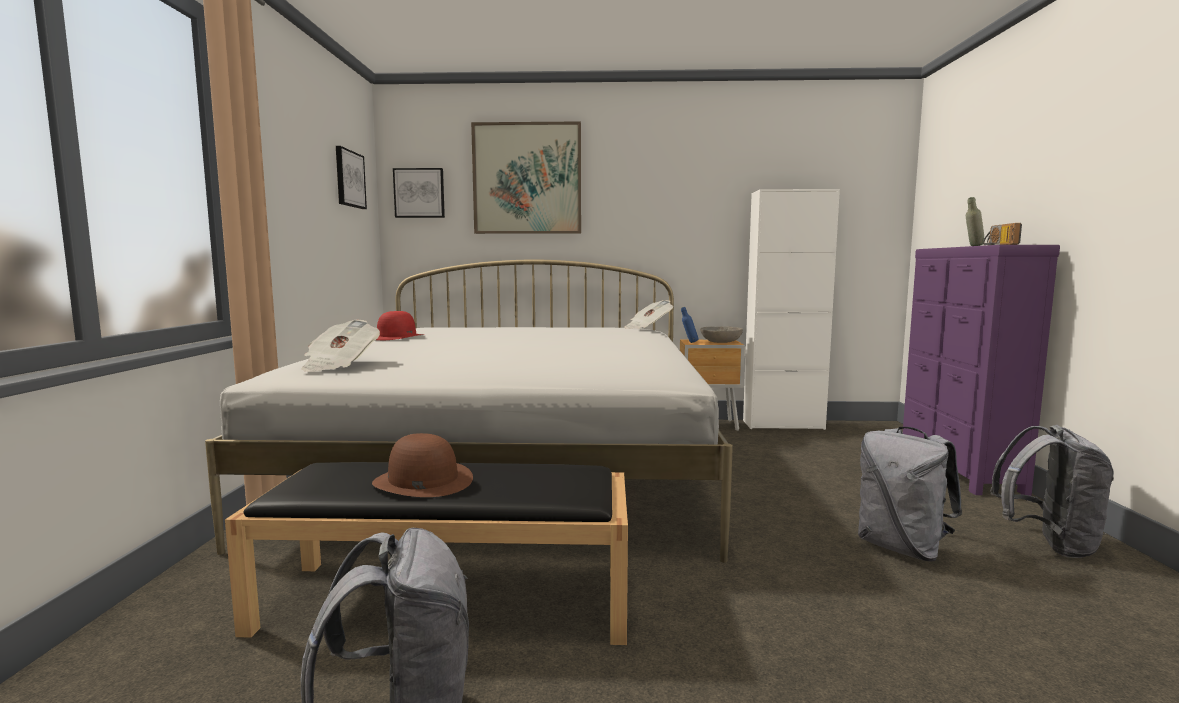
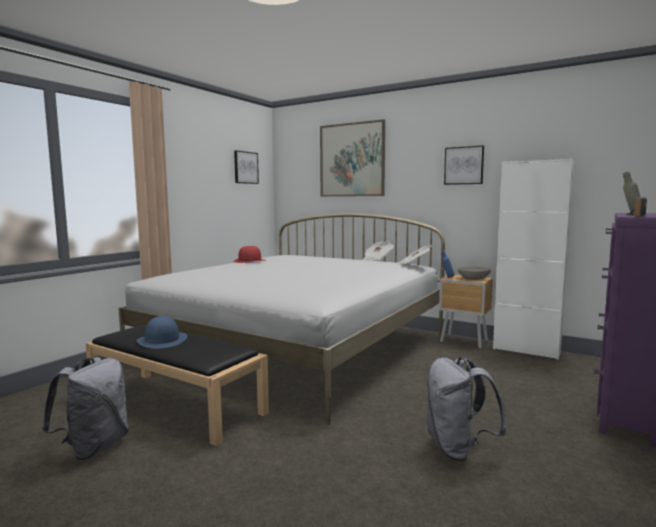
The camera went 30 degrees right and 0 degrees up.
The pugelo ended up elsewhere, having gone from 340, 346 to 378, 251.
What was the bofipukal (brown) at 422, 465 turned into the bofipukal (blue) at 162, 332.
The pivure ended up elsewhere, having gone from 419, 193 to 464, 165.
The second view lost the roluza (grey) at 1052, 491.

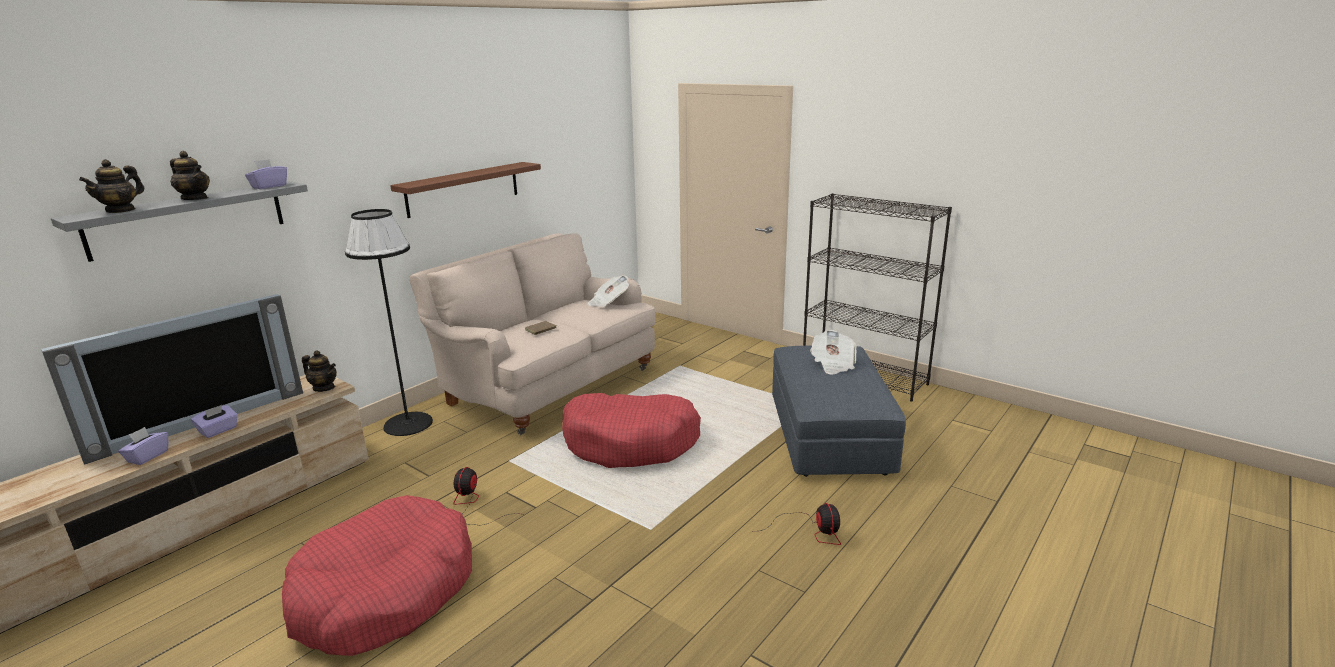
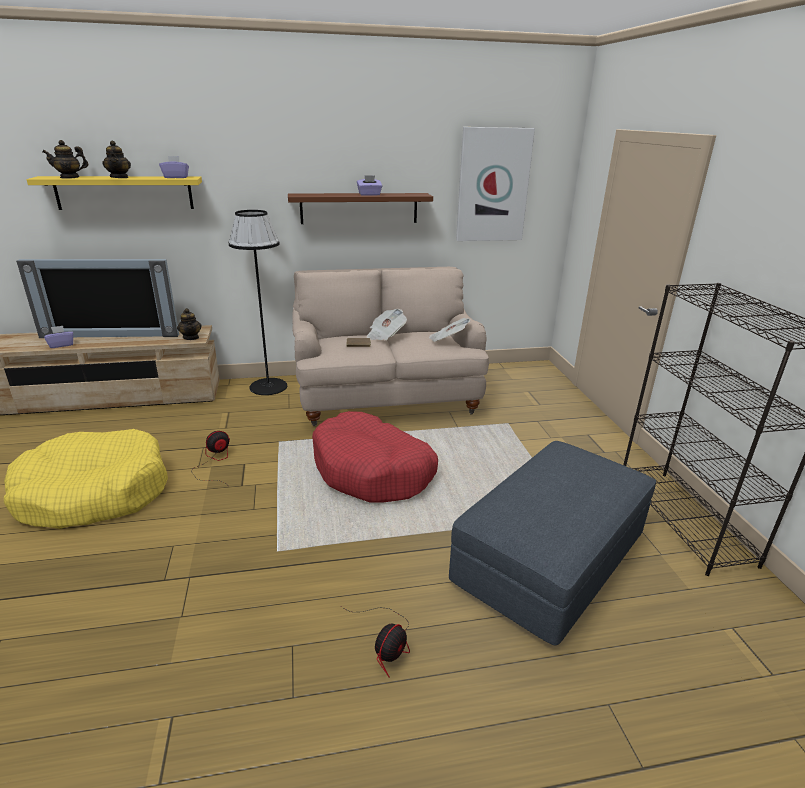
The camera went 40 degrees right and 5 degrees up.
What was the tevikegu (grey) at 179, 221 turned into the tevikegu (yellow) at 114, 193.
The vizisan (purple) ended up elsewhere, having gone from 214, 421 to 369, 185.
What was the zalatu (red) at 377, 575 turned into the zalatu (yellow) at 86, 479.
The pugelo ended up elsewhere, having gone from 833, 352 to 386, 324.
The second view gained the pivure at 495, 184.

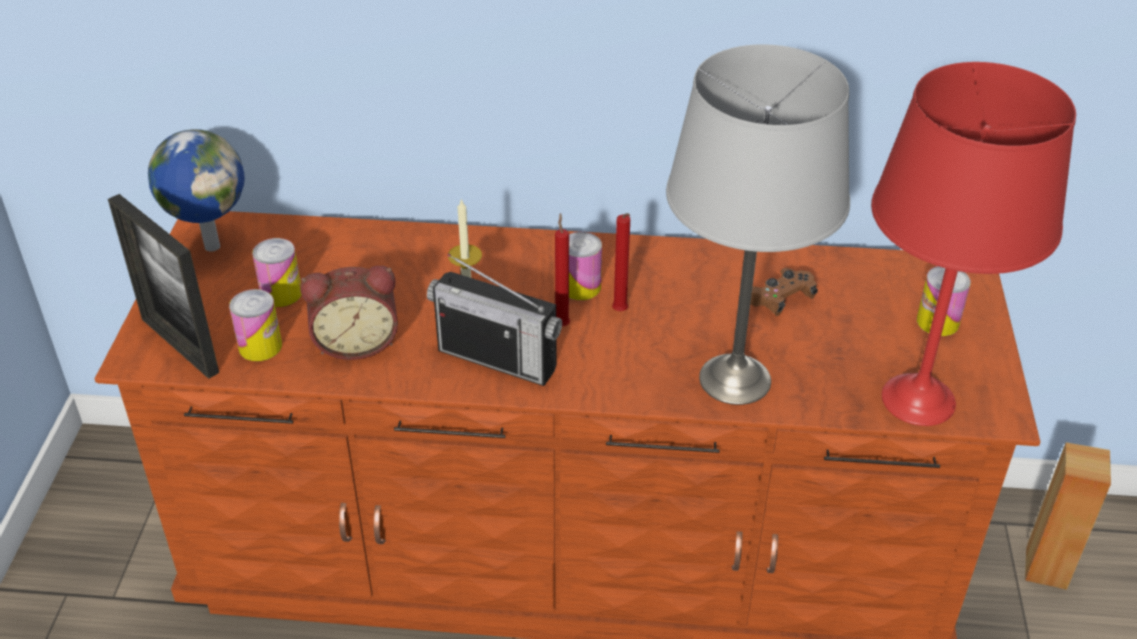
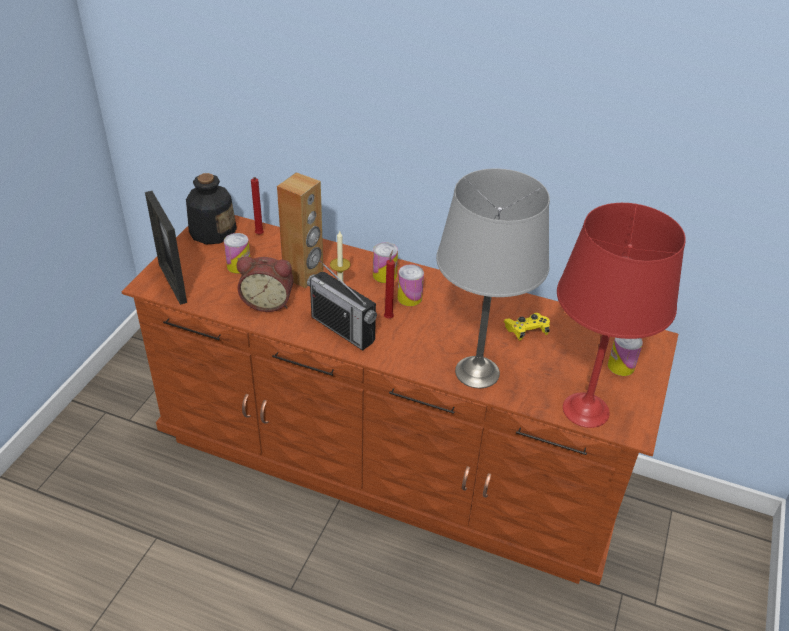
The camera went 15 degrees right and 0 degrees up.
Where the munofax stood at 196, 190, the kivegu came to stand at 211, 209.
The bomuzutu ended up elsewhere, having gone from 255, 325 to 385, 262.
The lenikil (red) ended up elsewhere, having gone from 621, 262 to 257, 206.
What was the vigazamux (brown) at 784, 292 turned into the vigazamux (yellow) at 527, 326.
The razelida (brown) ended up elsewhere, having gone from 1068, 516 to 300, 230.

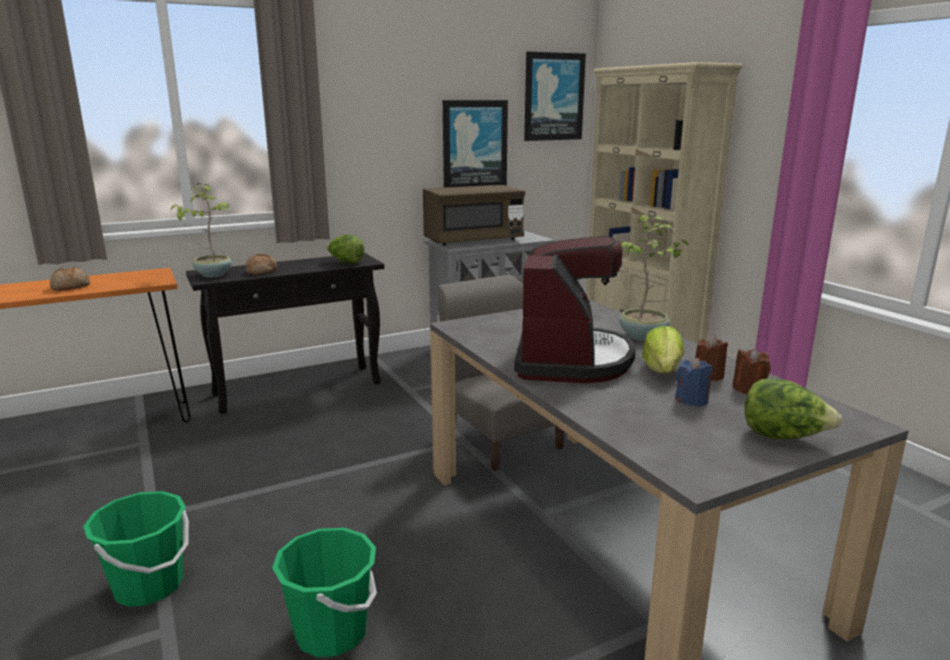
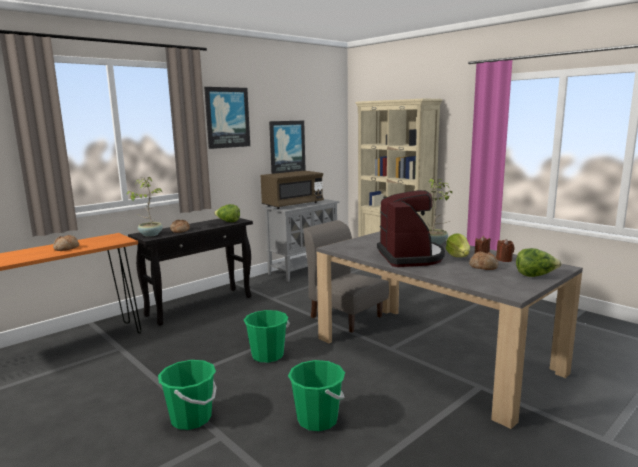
The camera went 15 degrees left and 5 degrees down.
The pivure ended up elsewhere, having gone from 555, 96 to 227, 118.
Where the lenikil (blue) stood at 693, 382, the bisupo came to stand at 484, 260.
The second view gained the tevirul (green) at 267, 336.

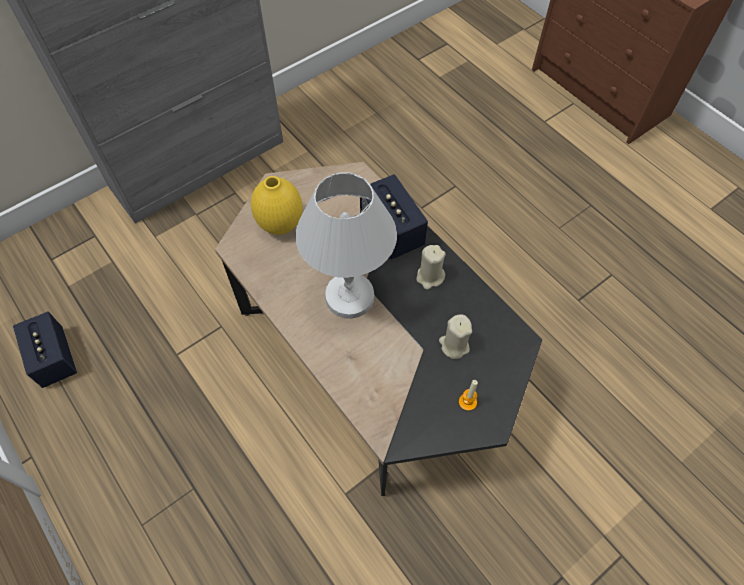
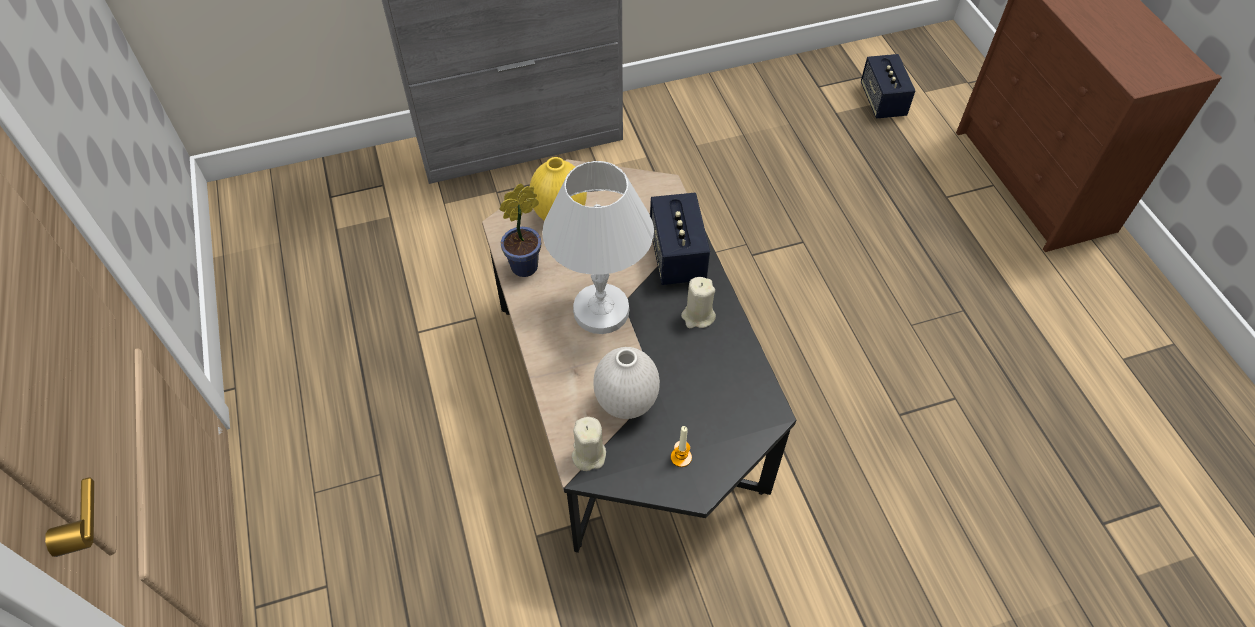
The camera went 20 degrees right and 5 degrees down.
The razelida ended up elsewhere, having gone from 45, 349 to 888, 86.
The lenikil (beige) ended up elsewhere, having gone from 455, 336 to 589, 444.
The second view gained the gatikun at 520, 230.
The second view gained the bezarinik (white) at 626, 383.

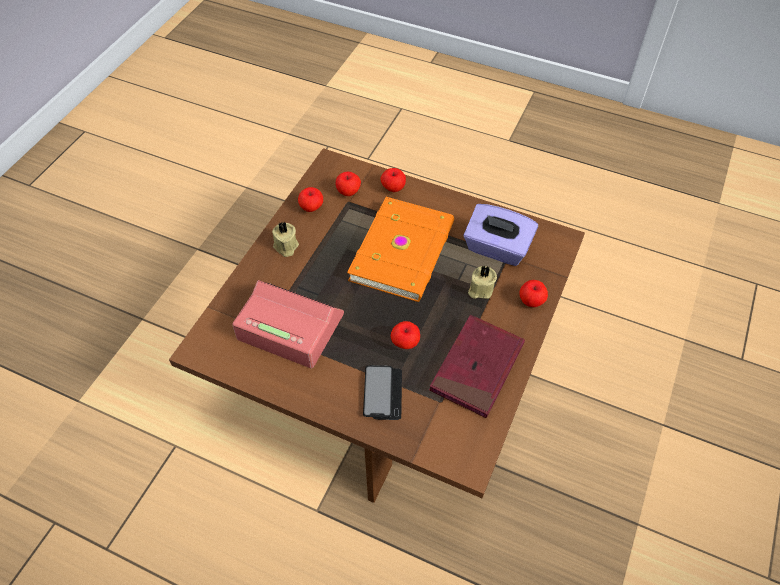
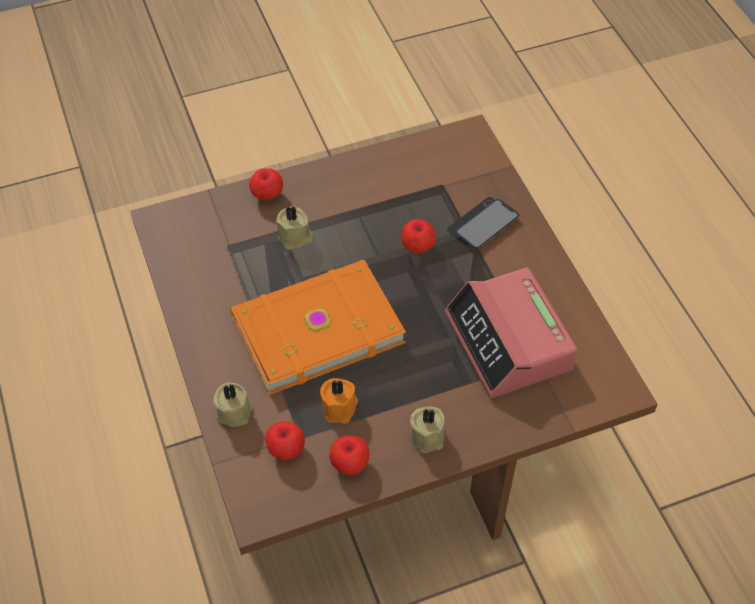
The camera went 135 degrees left and 0 degrees up.
Where the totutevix stood at 393, 180, the lenikil (beige) came to stand at 232, 404.
The second view lost the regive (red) at 477, 366.
The second view lost the vizisan (purple) at 501, 235.
The second view gained the lenikil (orange) at 339, 401.

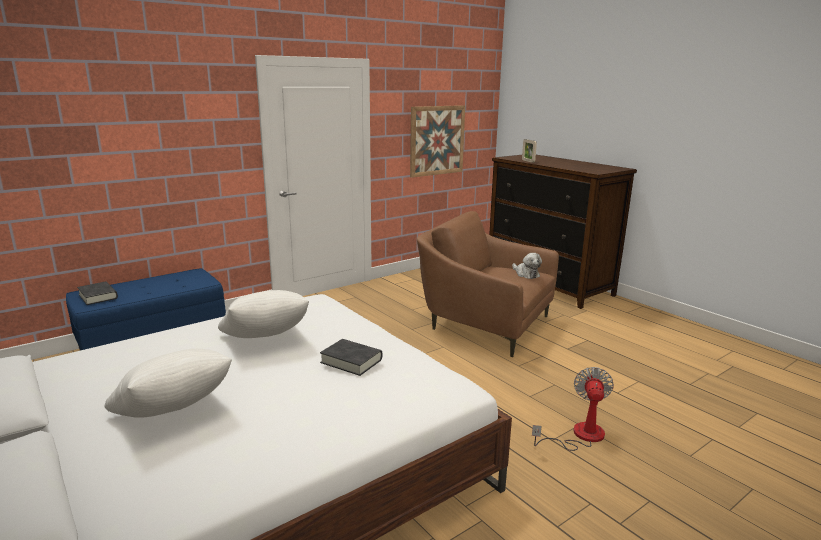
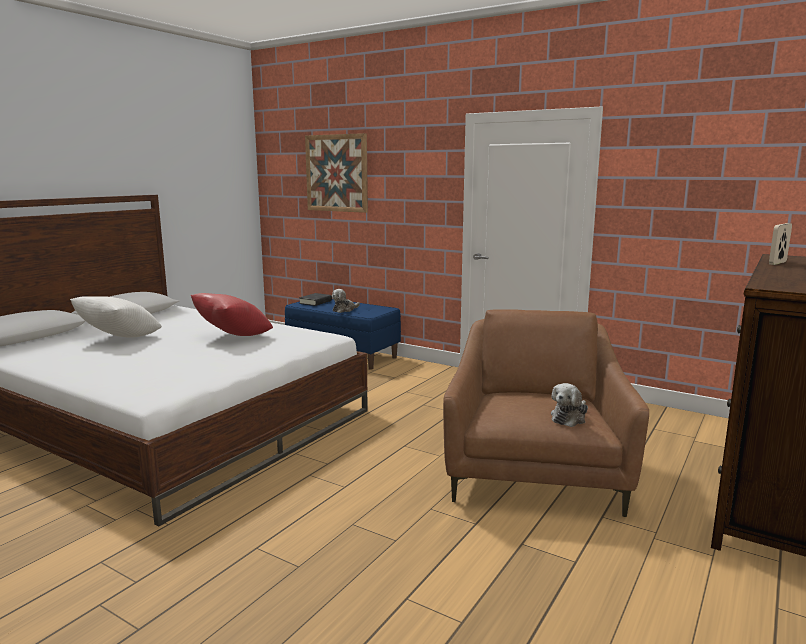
The camera went 70 degrees right and 5 degrees down.
What was the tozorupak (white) at 263, 314 turned into the tozorupak (red) at 232, 314.
The second view lost the regive (black) at 351, 357.
The pivure ended up elsewhere, having gone from 437, 141 to 336, 173.
The second view lost the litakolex at 573, 409.
The second view gained the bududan at 346, 301.

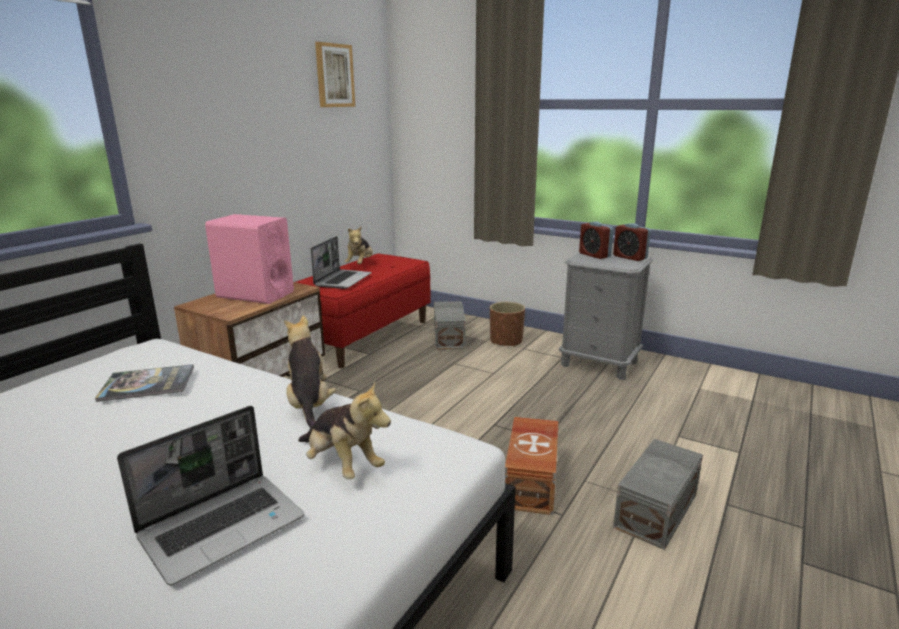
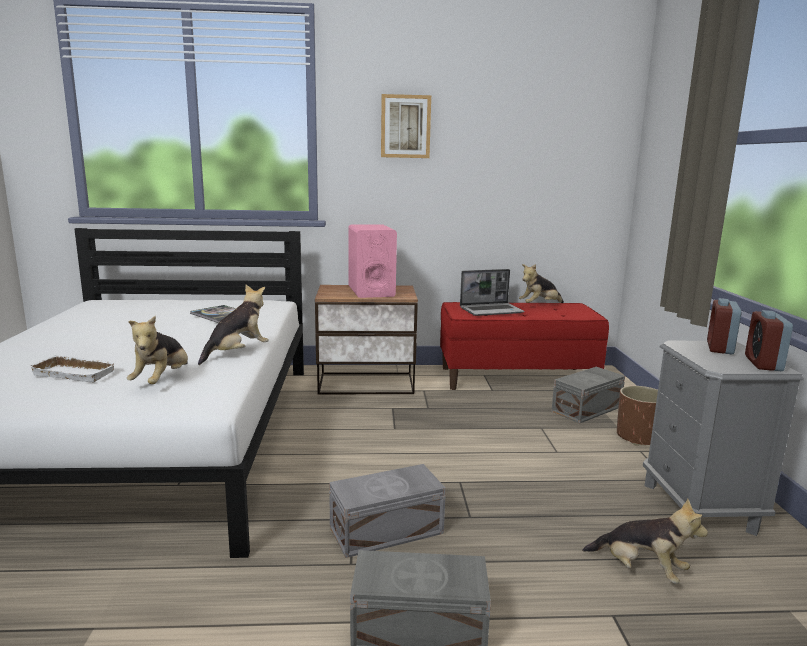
The camera went 55 degrees right and 5 degrees down.
Where the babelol stood at 210, 496, the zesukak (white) came to stand at 72, 368.
The pivure ended up elsewhere, having gone from 335, 74 to 406, 126.
What was the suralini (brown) at 531, 466 turned into the suralini (grey) at 387, 511.
The second view gained the bududan at 645, 541.

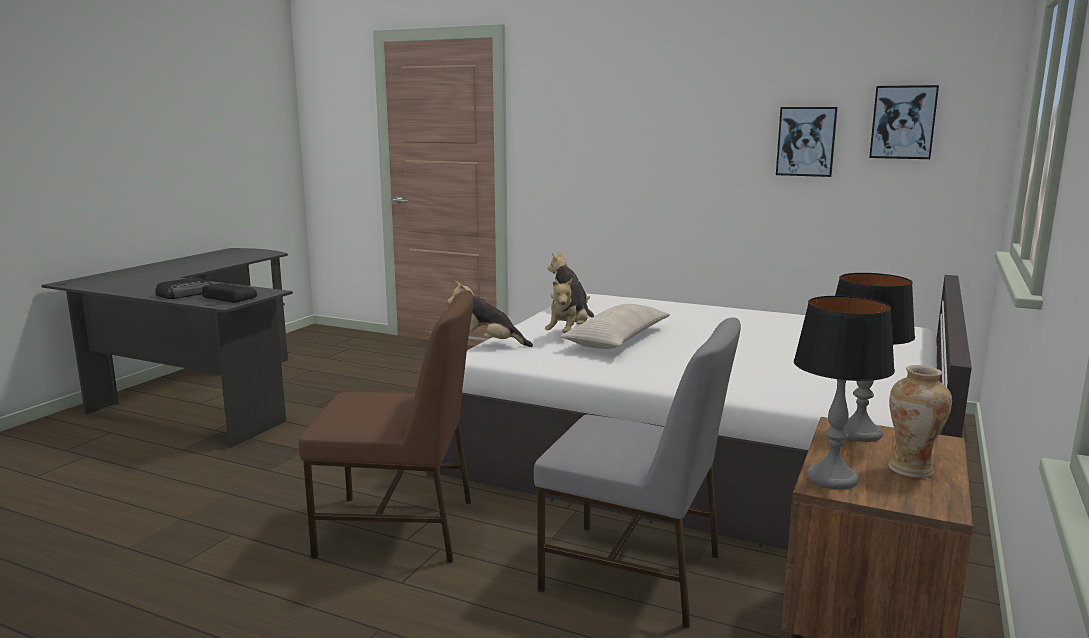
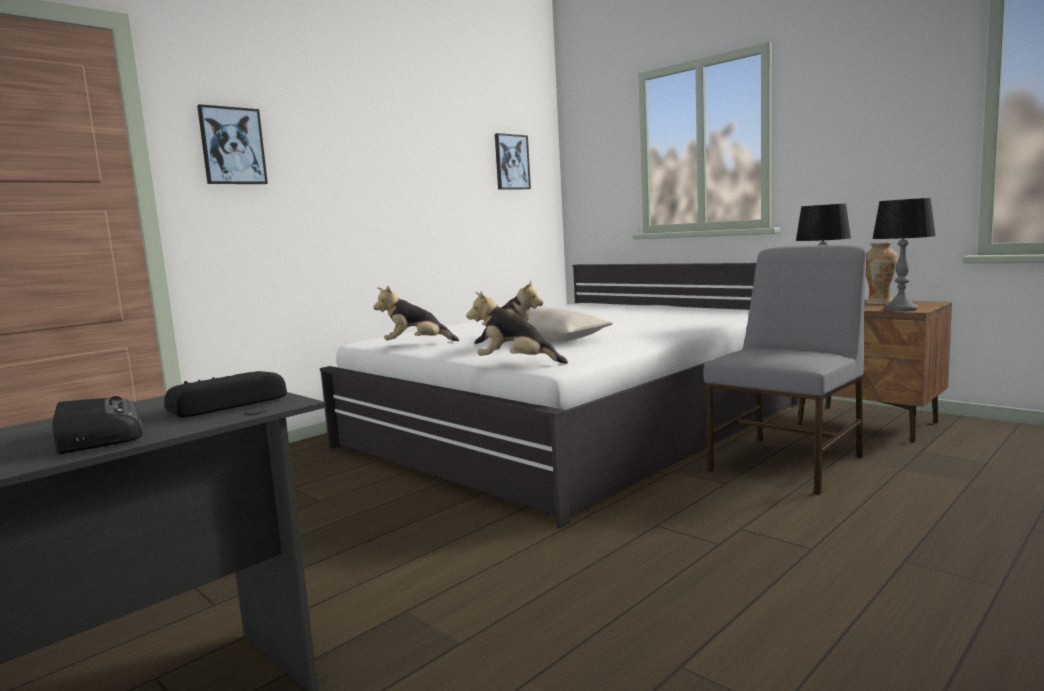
The camera went 70 degrees left and 5 degrees down.
The second view lost the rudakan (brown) at 386, 426.
The bududan at 490, 314 ended up facing another way, 75 degrees clockwise from before.
The pivure ended up elsewhere, having gone from 807, 142 to 232, 144.

